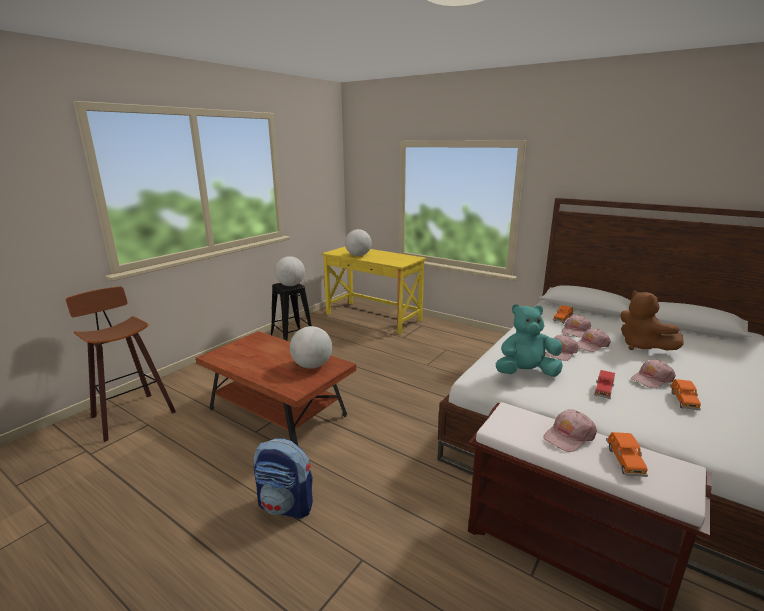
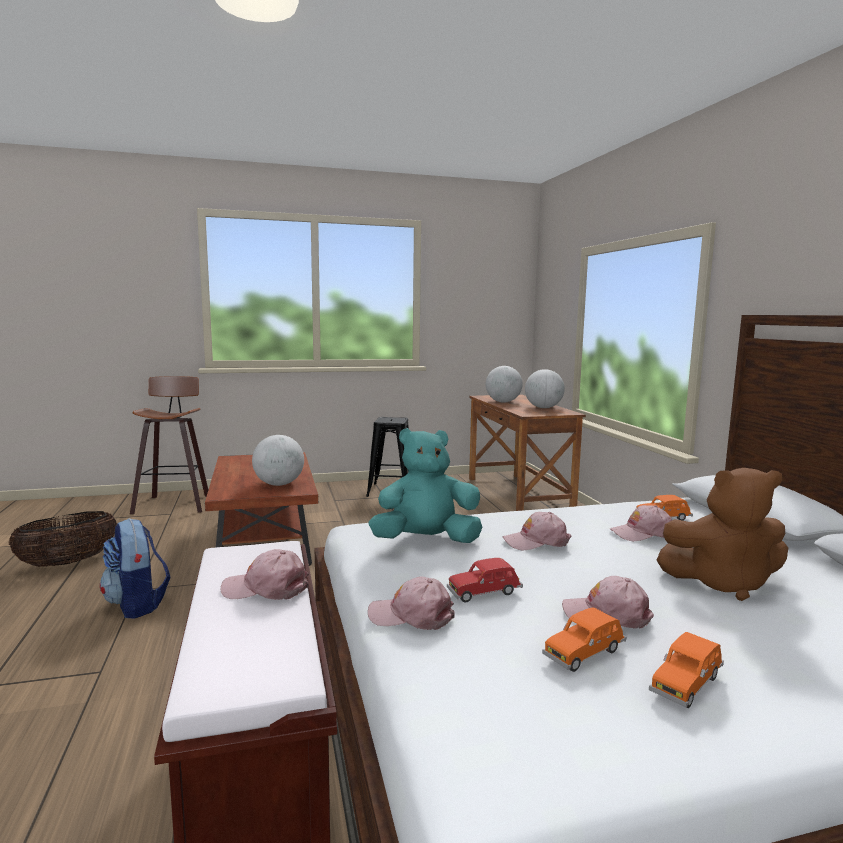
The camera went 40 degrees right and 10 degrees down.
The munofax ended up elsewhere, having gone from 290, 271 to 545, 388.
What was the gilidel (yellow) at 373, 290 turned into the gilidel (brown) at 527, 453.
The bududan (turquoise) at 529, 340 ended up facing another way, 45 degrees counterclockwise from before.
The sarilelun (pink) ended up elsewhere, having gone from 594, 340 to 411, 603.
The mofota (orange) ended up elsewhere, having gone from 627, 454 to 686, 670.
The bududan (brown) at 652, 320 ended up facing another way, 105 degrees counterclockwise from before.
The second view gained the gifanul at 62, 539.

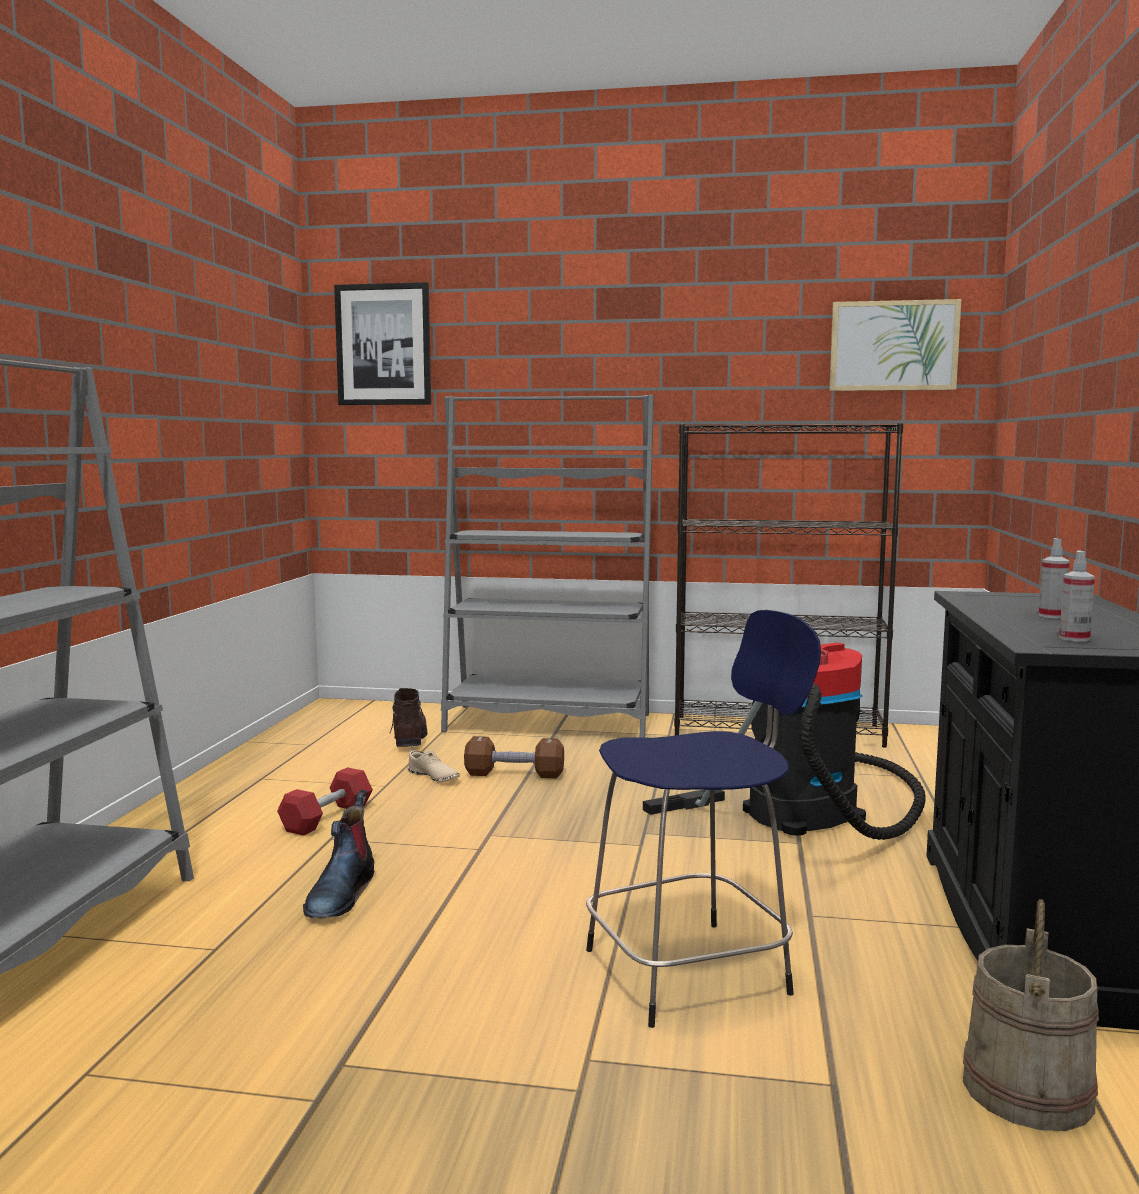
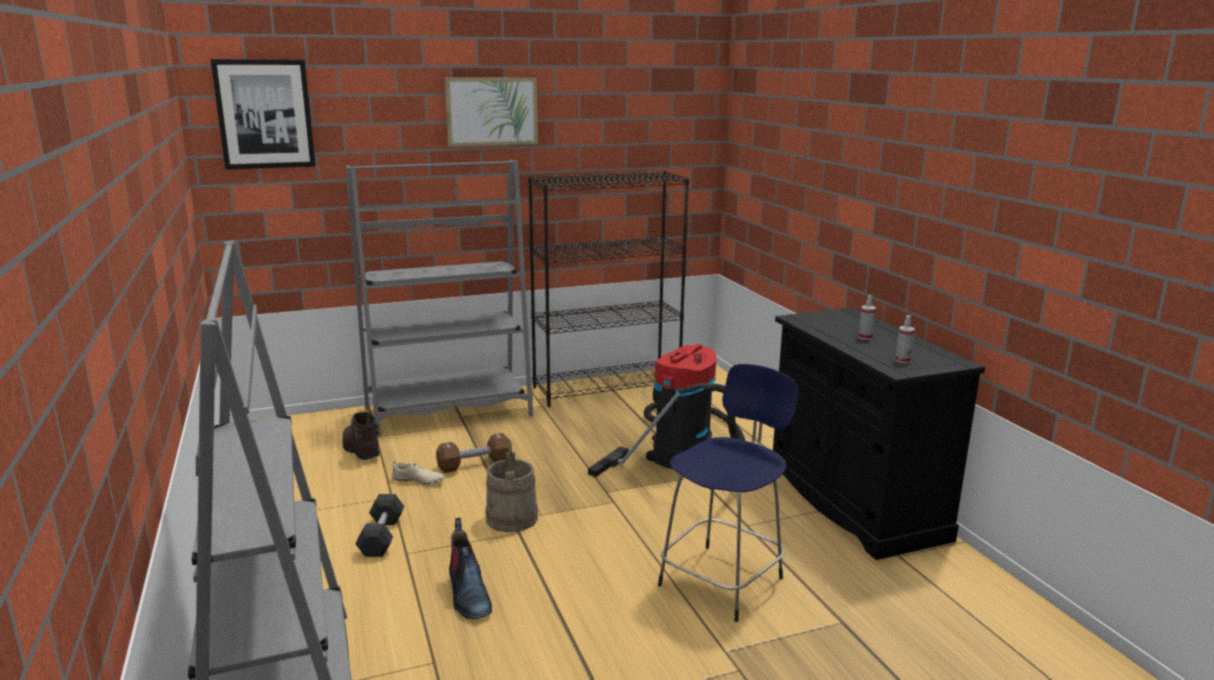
The camera went 30 degrees left and 10 degrees up.
What was the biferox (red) at 325, 801 turned into the biferox (black) at 379, 525.
The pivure ended up elsewhere, having gone from 895, 345 to 491, 112.
The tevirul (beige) ended up elsewhere, having gone from 1031, 1015 to 511, 486.

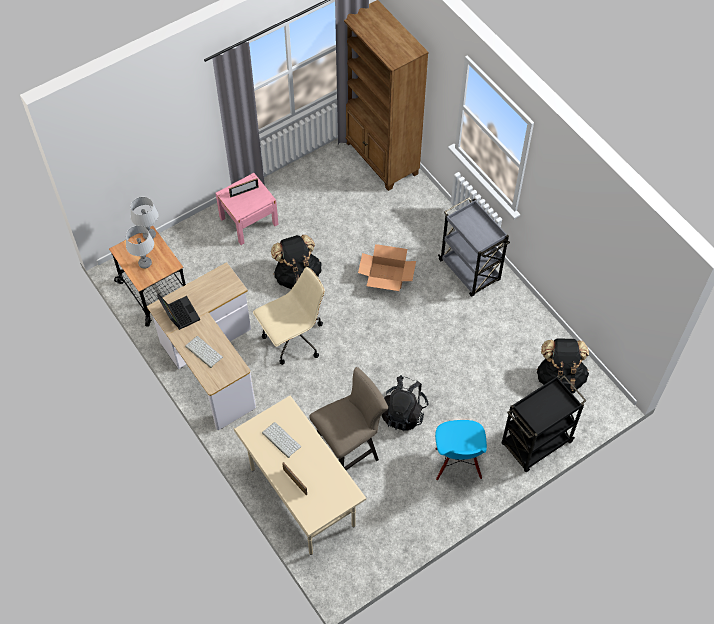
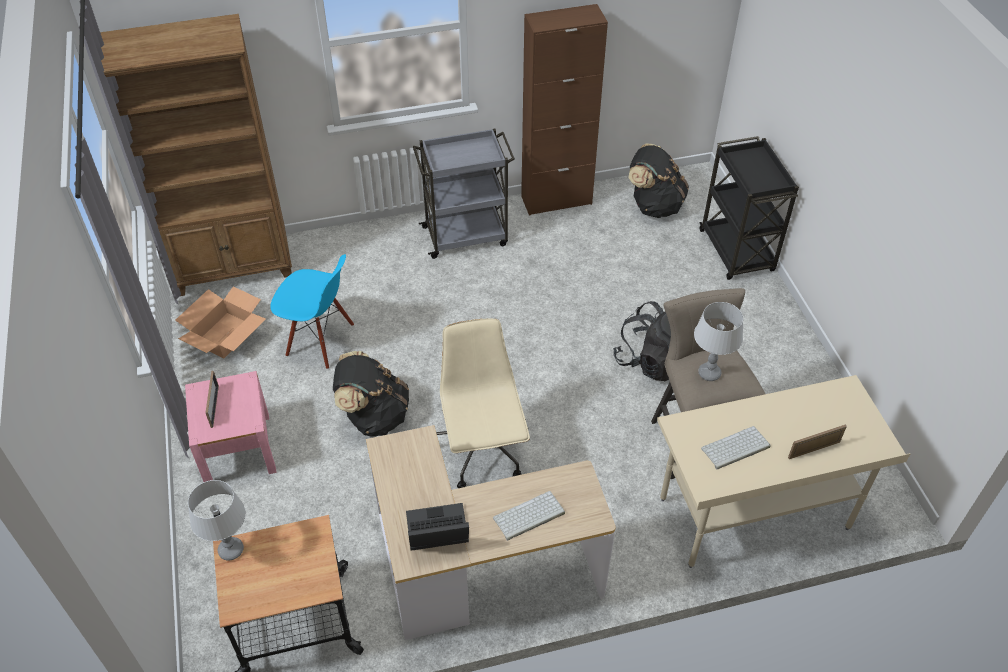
The camera went 70 degrees left and 10 degrees down.
The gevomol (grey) ended up elsewhere, having gone from 140, 247 to 718, 341.
The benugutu ended up elsewhere, having gone from 387, 267 to 220, 322.
The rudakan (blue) ended up elsewhere, having gone from 461, 450 to 312, 311.
The second view gained the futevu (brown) at 564, 110.

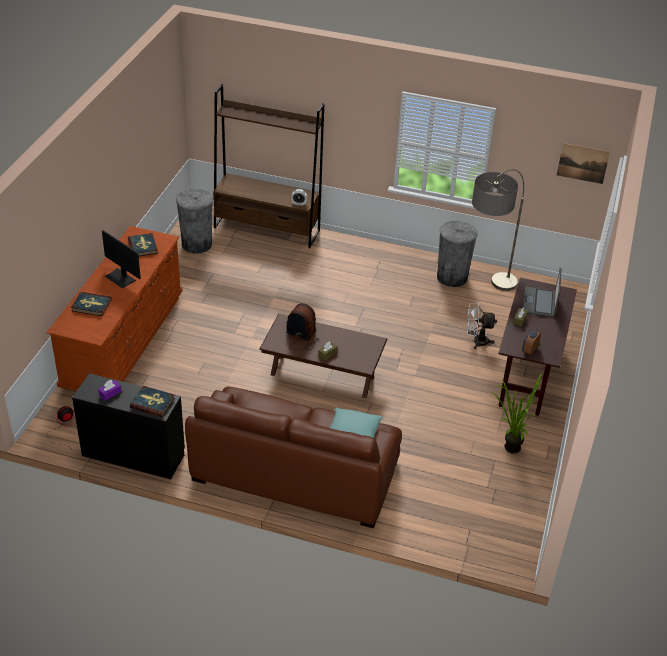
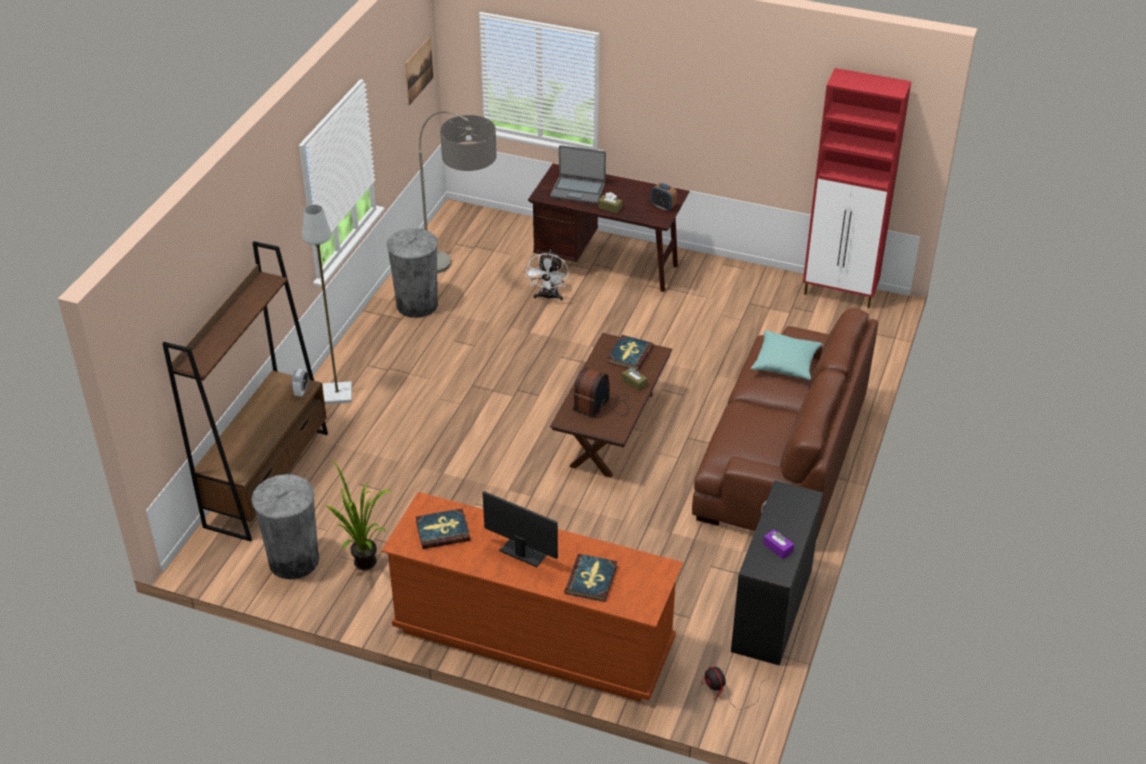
The camera went 85 degrees left and 0 degrees up.
The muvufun at 121, 259 ended up facing another way, 105 degrees counterclockwise from before.
The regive ended up elsewhere, having gone from 152, 401 to 630, 353.
The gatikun ended up elsewhere, having gone from 517, 412 to 357, 514.
The second view gained the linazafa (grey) at 327, 304.
The second view gained the futevu (red) at 857, 188.

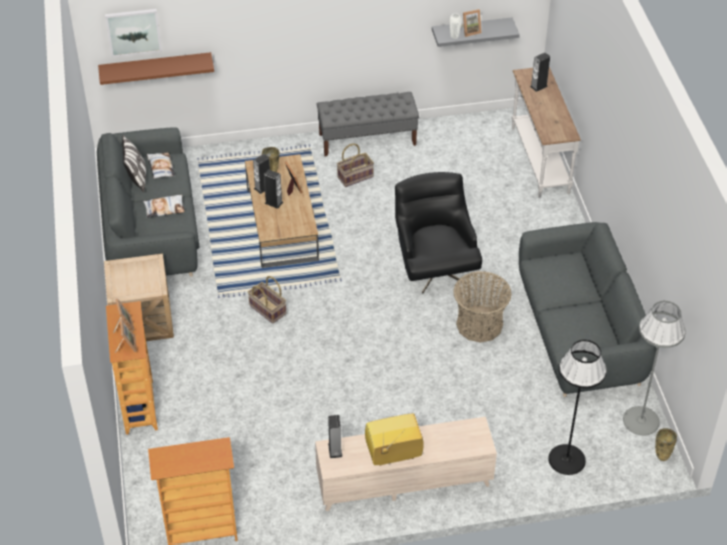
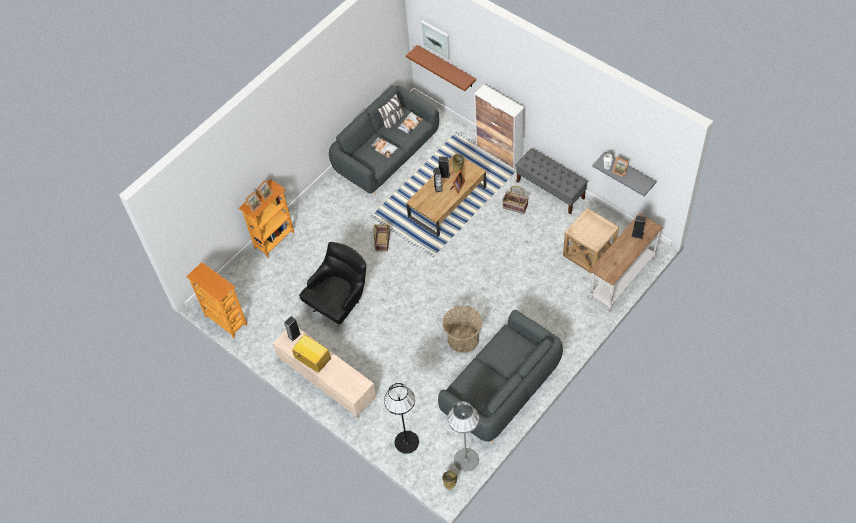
The camera went 55 degrees right and 10 degrees up.
The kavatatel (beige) ended up elsewhere, having gone from 139, 297 to 591, 241.
The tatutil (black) ended up elsewhere, having gone from 438, 232 to 332, 284.
The second view gained the futevu at 499, 127.

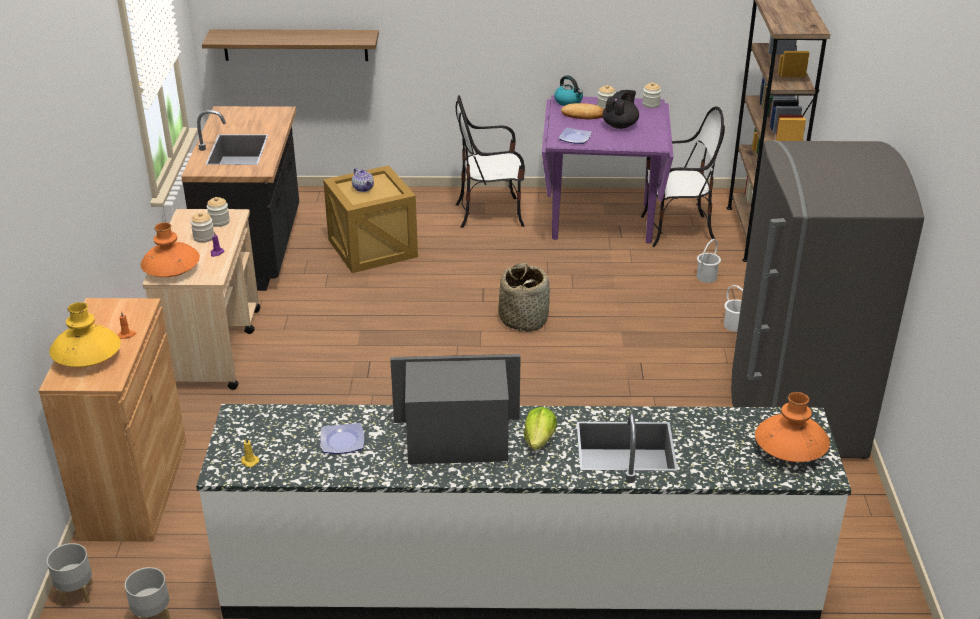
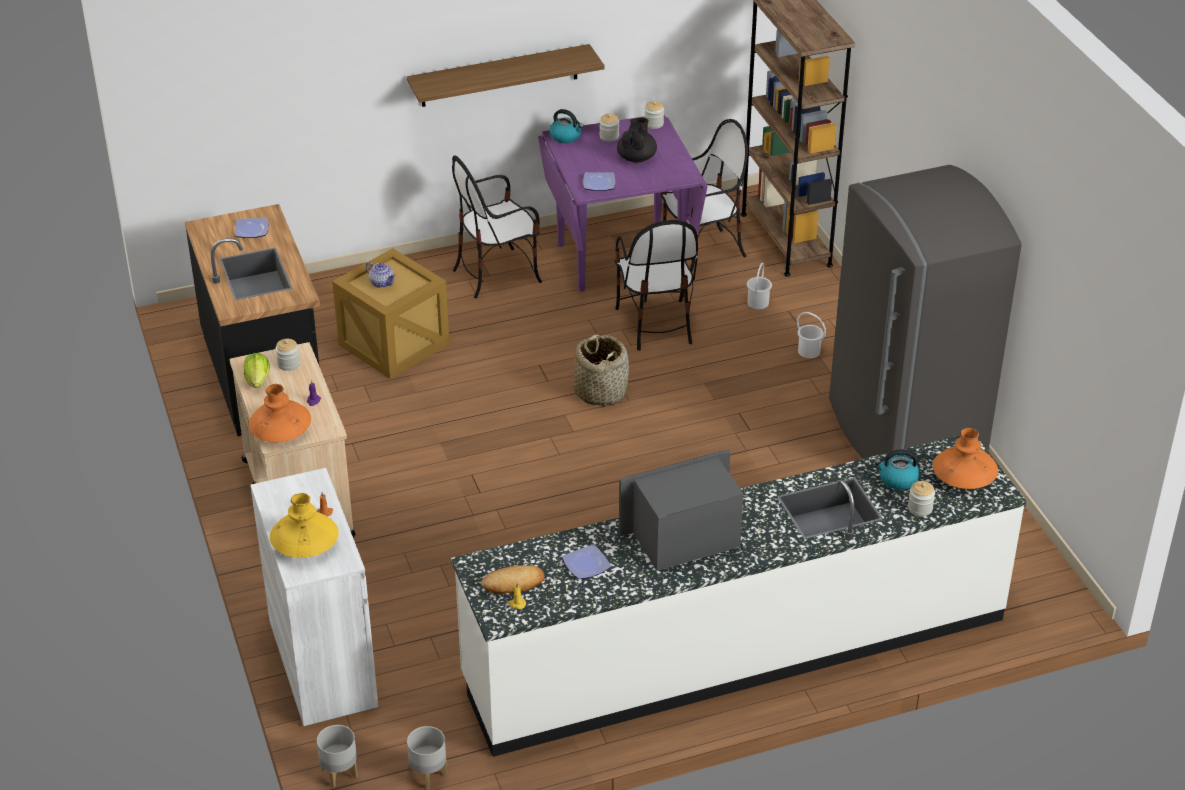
The camera went 20 degrees left and 5 degrees up.
What was the futevu (brown) at 112, 419 turned into the futevu (white) at 314, 597.
The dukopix ended up elsewhere, having gone from 202, 227 to 921, 498.
The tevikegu ended up elsewhere, having gone from 290, 45 to 506, 75.
The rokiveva ended up elsewhere, having gone from 540, 428 to 257, 370.
The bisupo ended up elsewhere, having gone from 582, 111 to 512, 579.
The second view gained the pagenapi at 252, 228.
The second view gained the rudakan at 656, 285.
The second view gained the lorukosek at 897, 469.

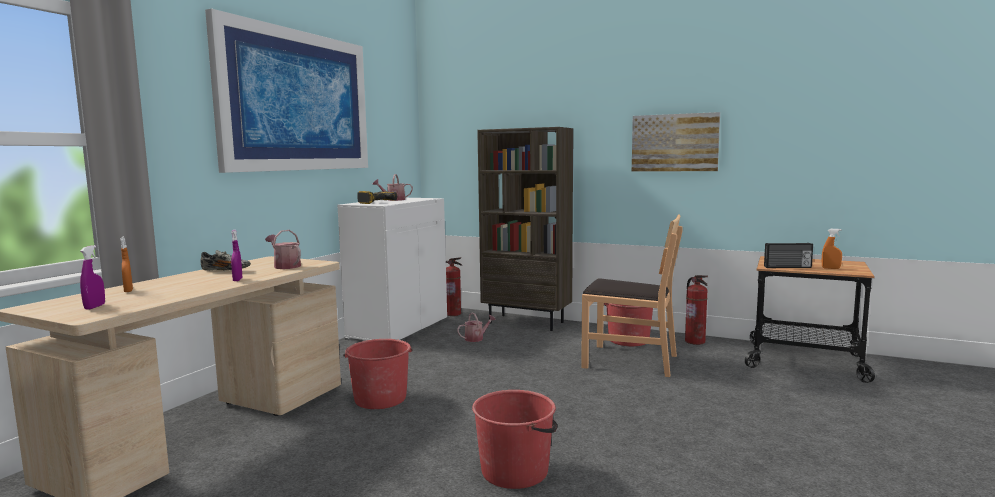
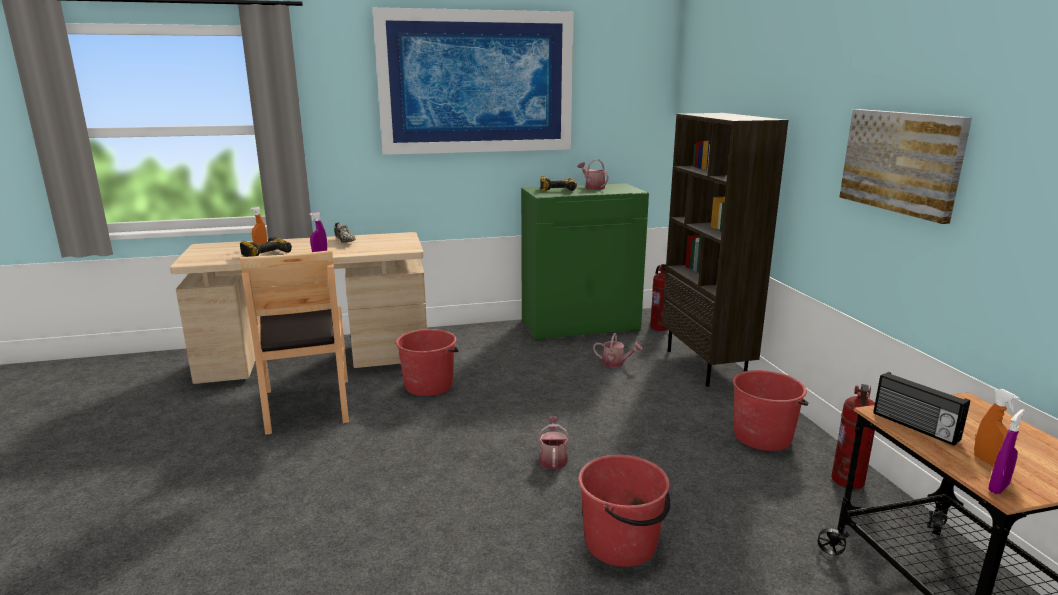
The camera went 50 degrees right and 10 degrees up.
The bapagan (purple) ended up elsewhere, having gone from 92, 277 to 1006, 451.
The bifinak ended up elsewhere, having gone from 283, 249 to 554, 443.
What was the futevu (white) at 392, 269 turned into the futevu (green) at 585, 262.
The tevirul (red) ended up elsewhere, having gone from 514, 439 to 624, 511.
The rudakan (brown) ended up elsewhere, having gone from 632, 296 to 294, 342.
The second view gained the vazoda at 266, 247.

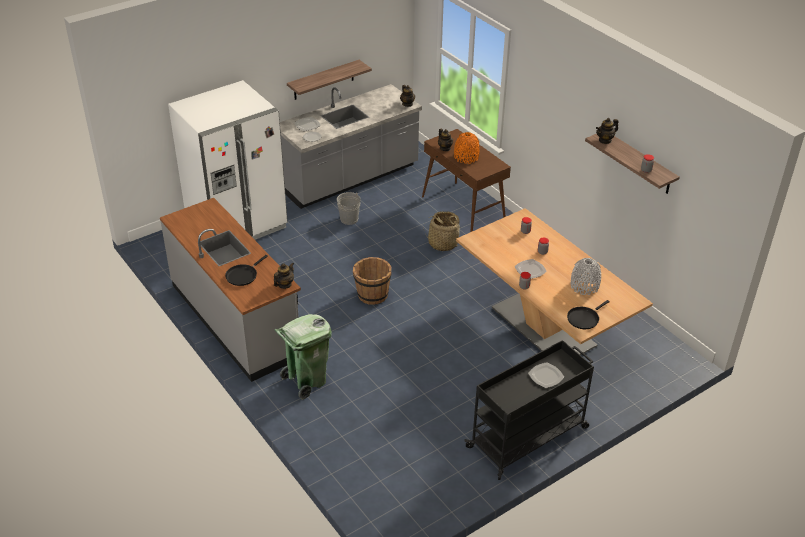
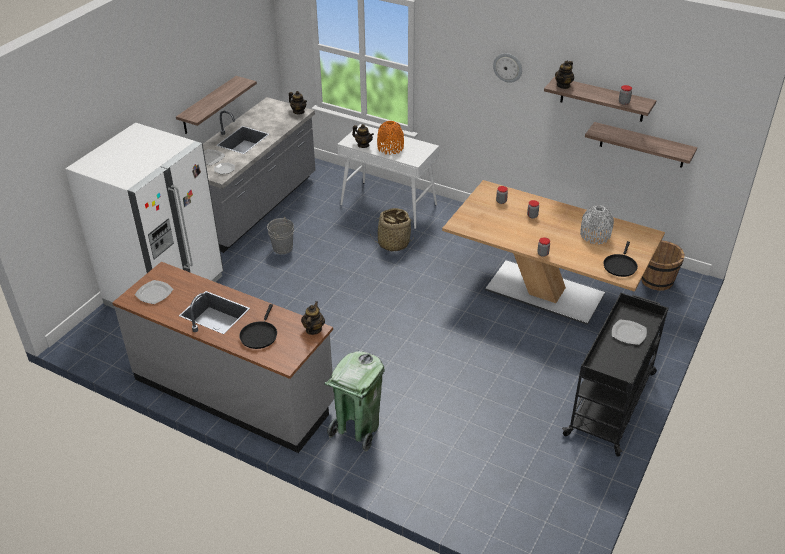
The camera went 25 degrees left and 0 degrees up.
The tevirul (brown) ended up elsewhere, having gone from 372, 281 to 663, 265.
What was the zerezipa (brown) at 466, 180 turned into the zerezipa (white) at 388, 176.
The pagenapi ended up elsewhere, having gone from 531, 269 to 154, 292.
The second view gained the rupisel at 507, 68.
The second view gained the tevikegu at 641, 145.

